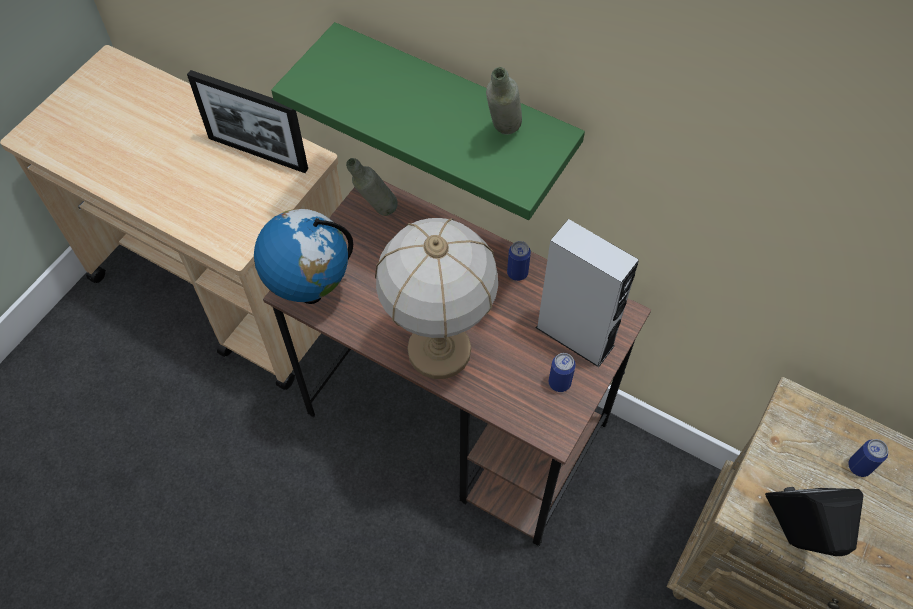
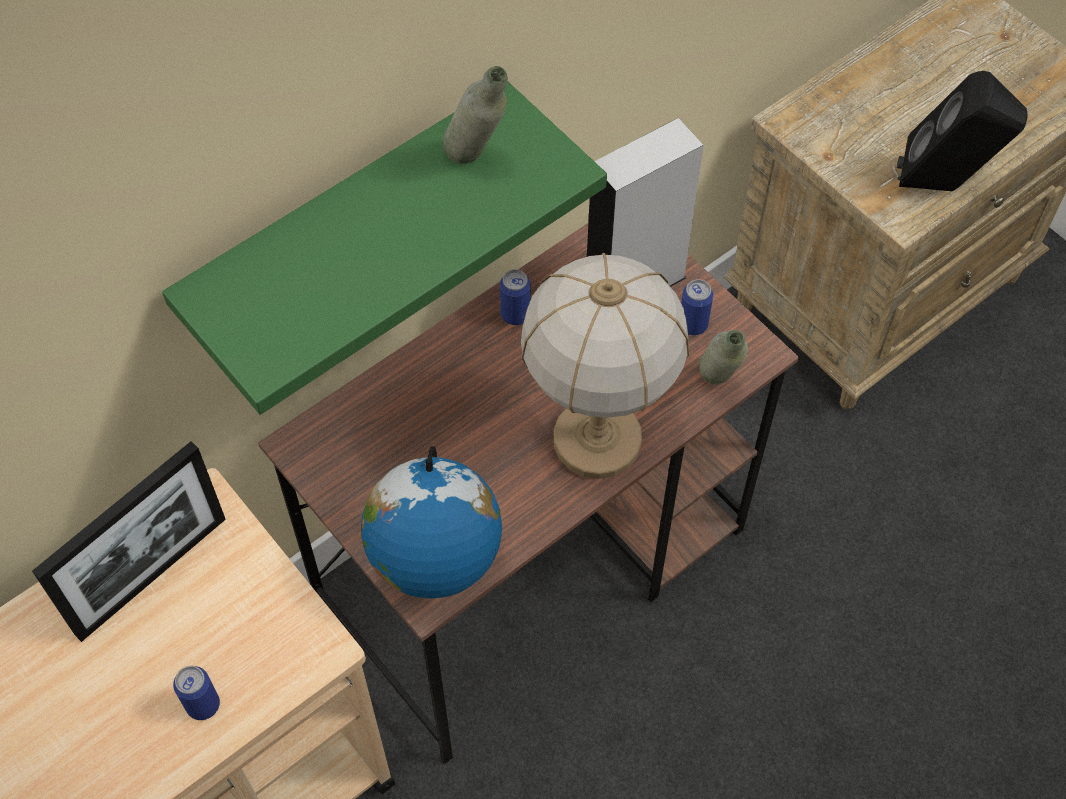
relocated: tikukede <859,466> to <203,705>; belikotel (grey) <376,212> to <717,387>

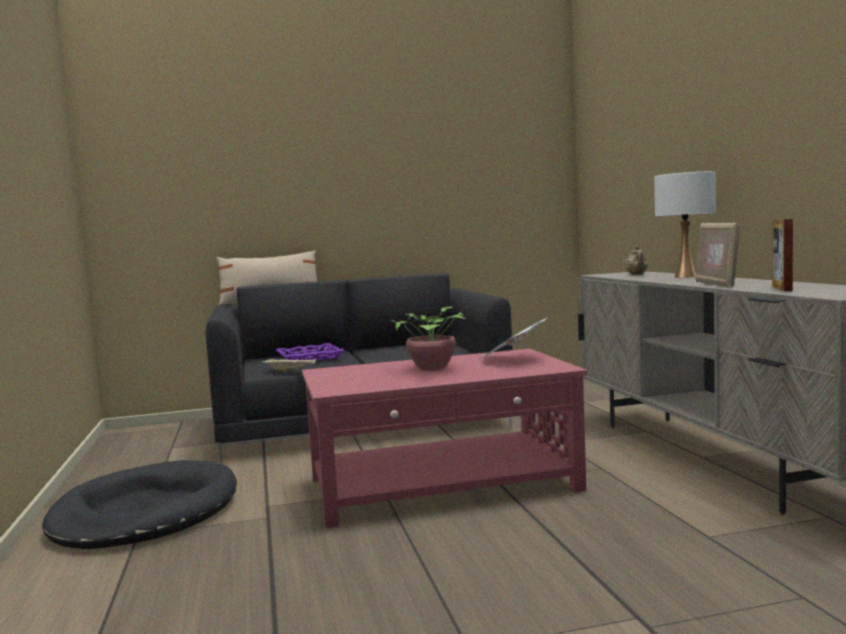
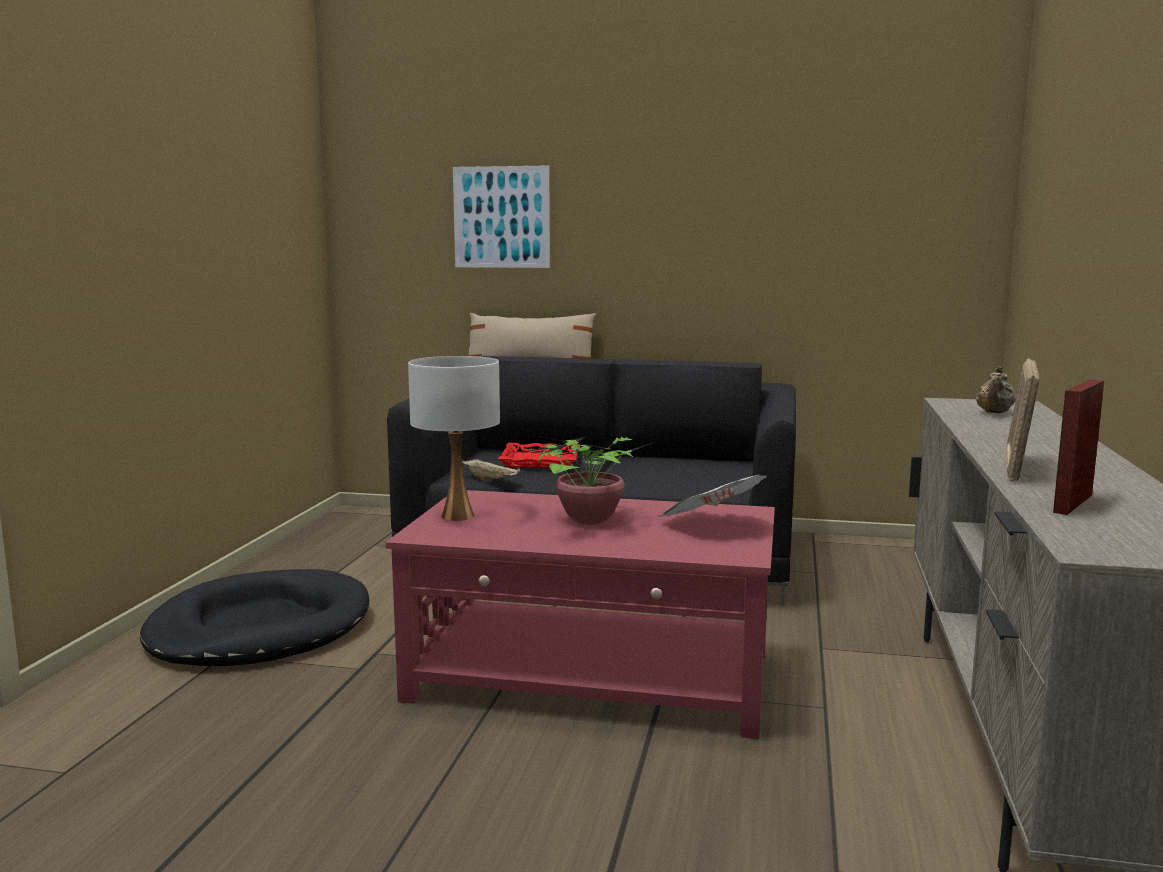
appeared: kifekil <501,217>
relocated: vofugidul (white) <685,276> to <458,516>
colour: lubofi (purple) <310,357> to lubofi (red) <540,461>

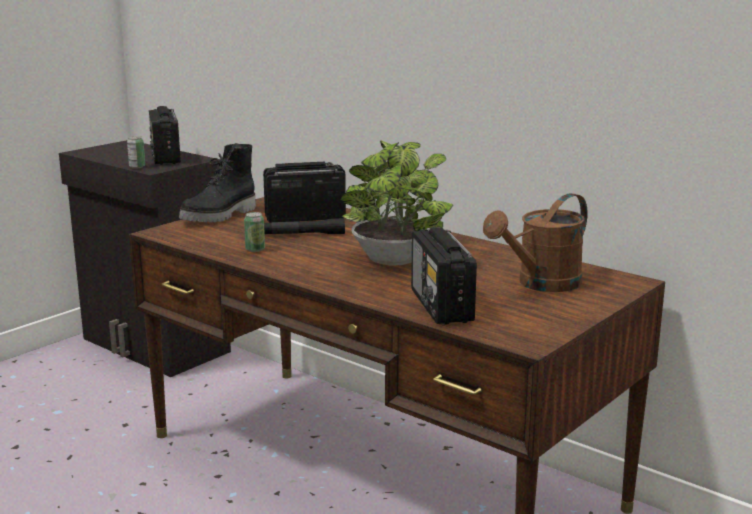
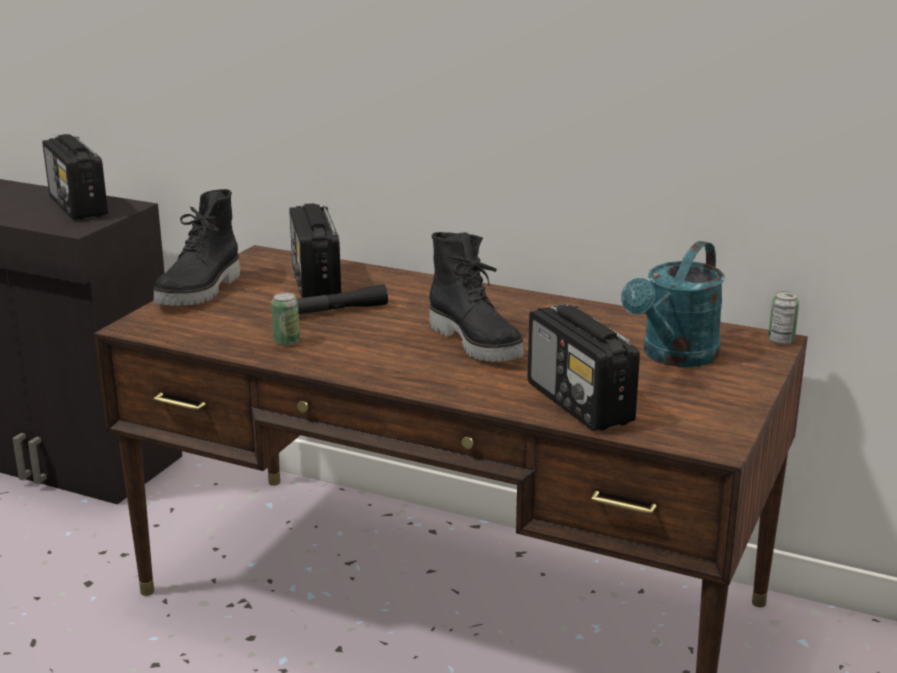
relocated: tikukede <137,167> to <781,341>
exchanged: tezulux <393,262> to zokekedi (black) <477,343>
colour: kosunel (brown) <541,284> to kosunel (turquoise) <674,357>
spun: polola <304,218> = <316,284> 75 degrees counterclockwise

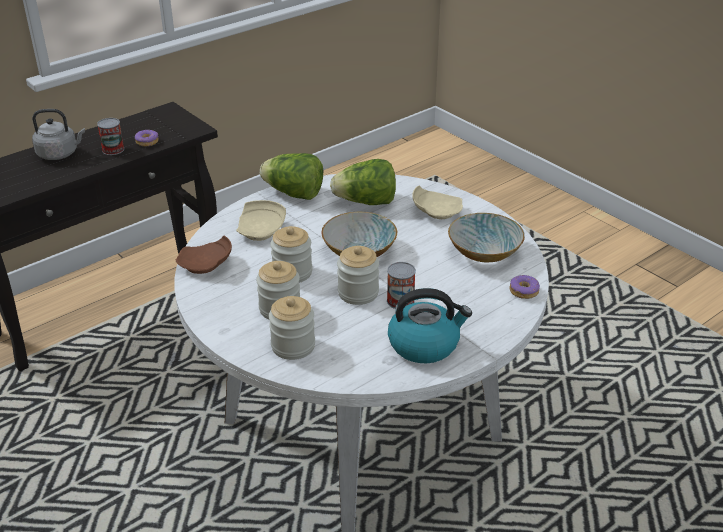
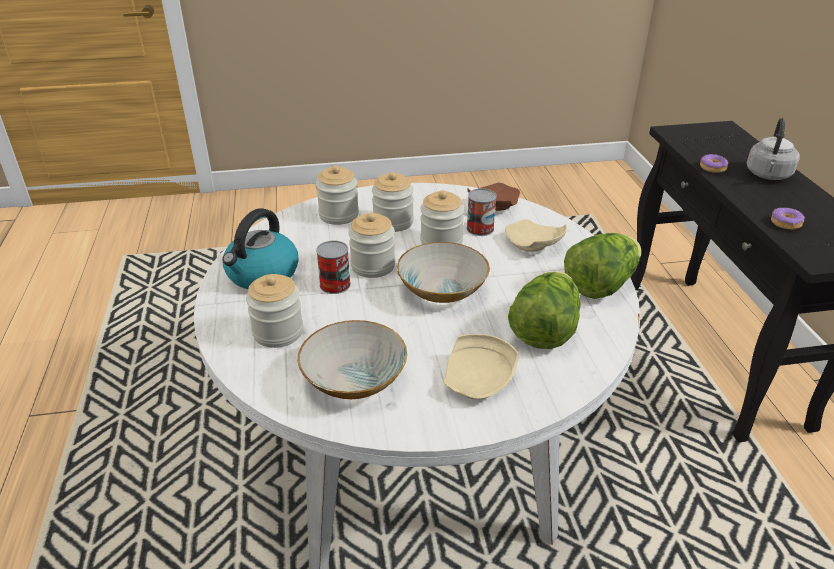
appeared: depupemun <278,332>
relocated: tikukede <113,149> to <480,228>; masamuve <524,291> to <712,168>

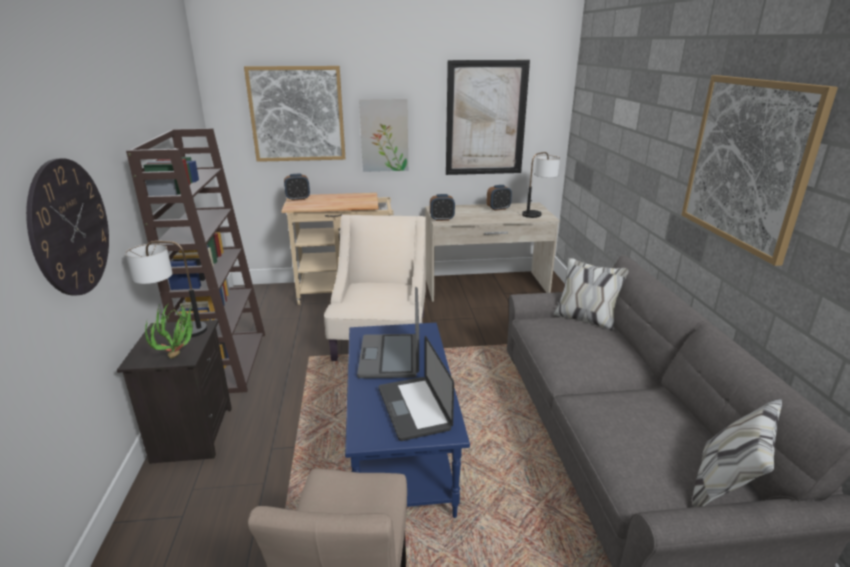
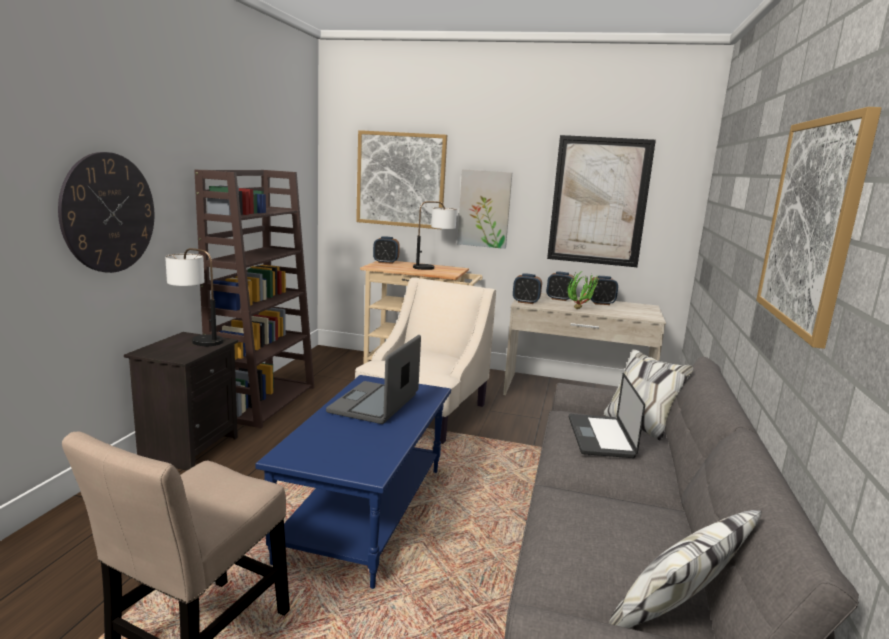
appeared: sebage <559,299>
relocated: vofugidul <538,213> to <433,268>; tezulux <181,355> to <581,309>; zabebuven <413,408> to <600,437>

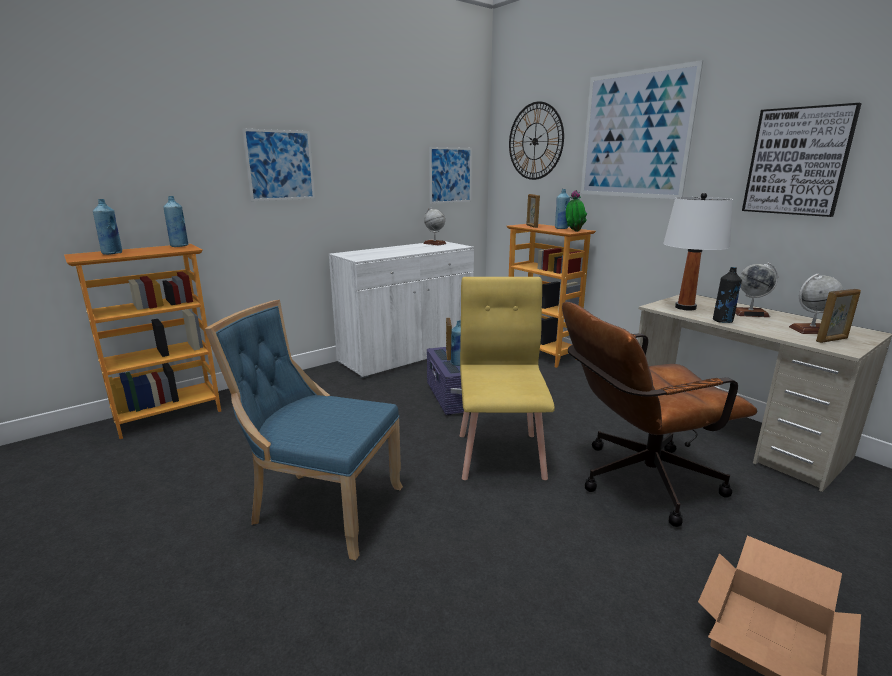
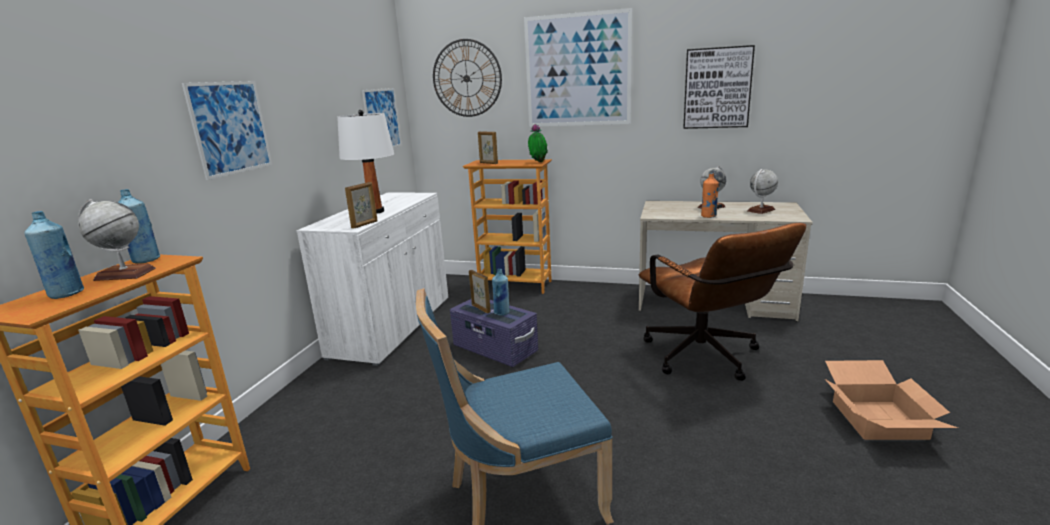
missing: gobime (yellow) <501,455>; belikotel (blue) <561,228>
relocated: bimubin <434,243> to <125,274>; vofugidul (white) <685,307> to <375,211>; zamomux <832,340> to <365,224>
colour: belikotel (black) <723,321> to belikotel (orange) <708,216>
spun: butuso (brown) <636,481> = <707,359> 60 degrees counterclockwise

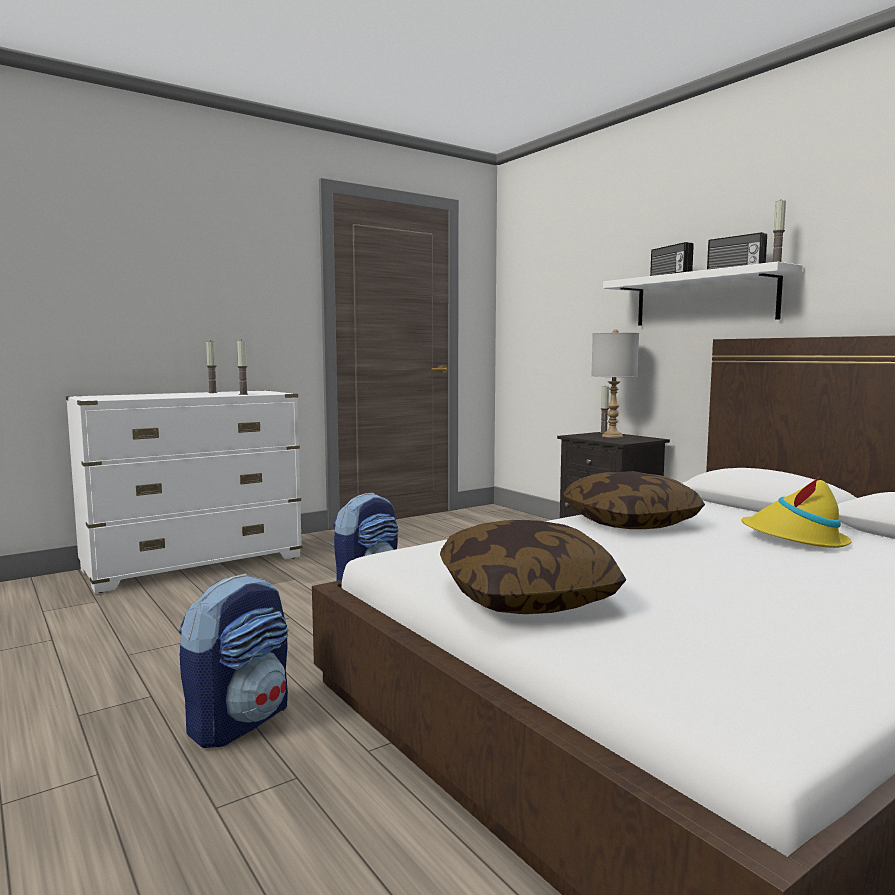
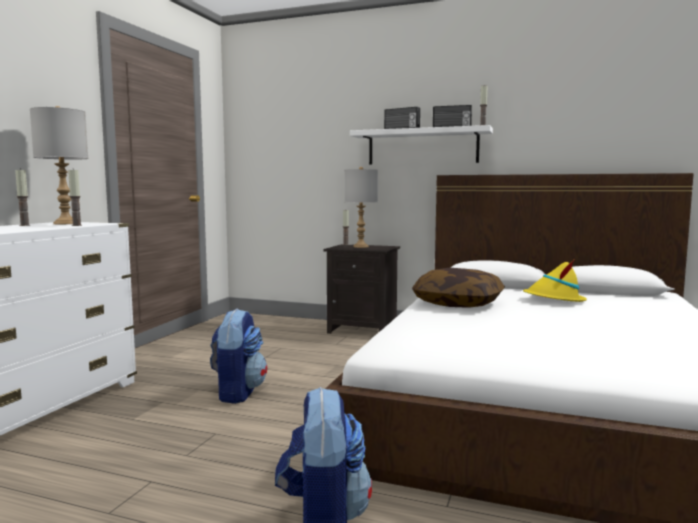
missing: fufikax <526,597>
appeared: vofugidul (grey) <65,223>

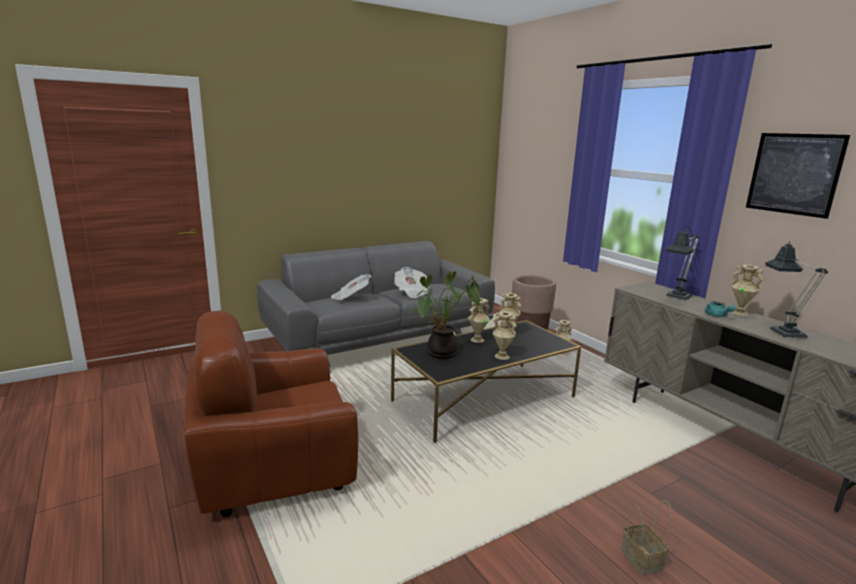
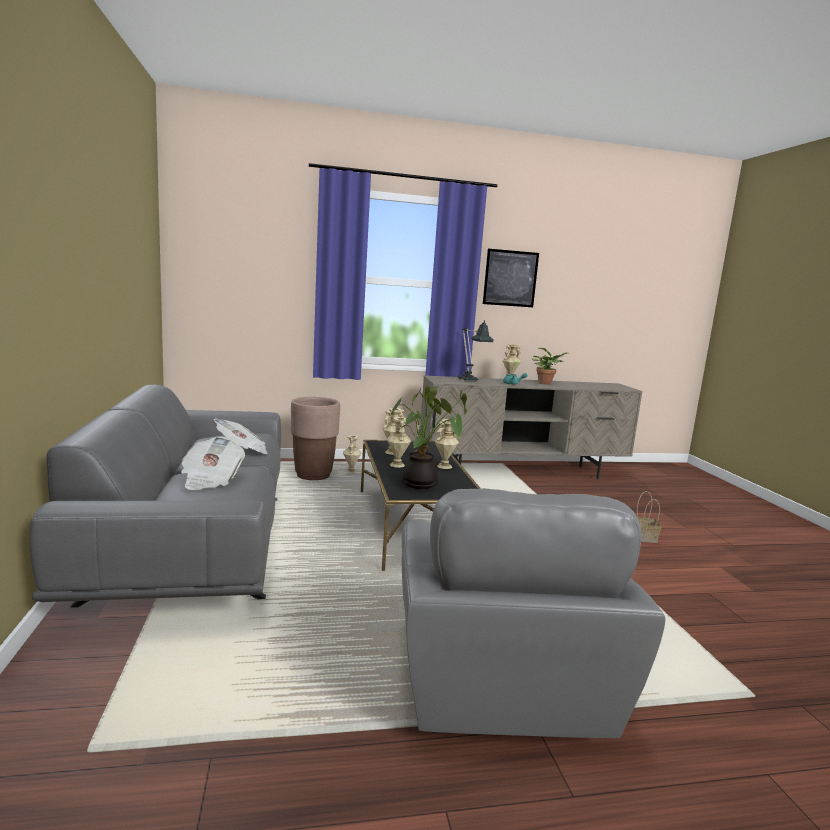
exchanged: vofugidul <783,331> to tezulux <546,383>
colour: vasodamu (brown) <273,468> to vasodamu (grey) <498,682>

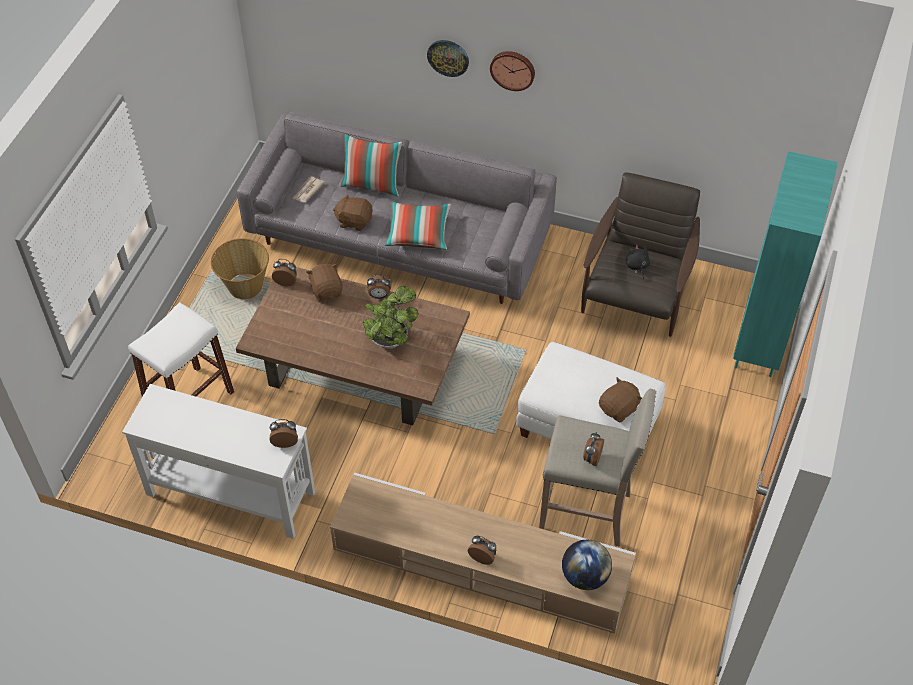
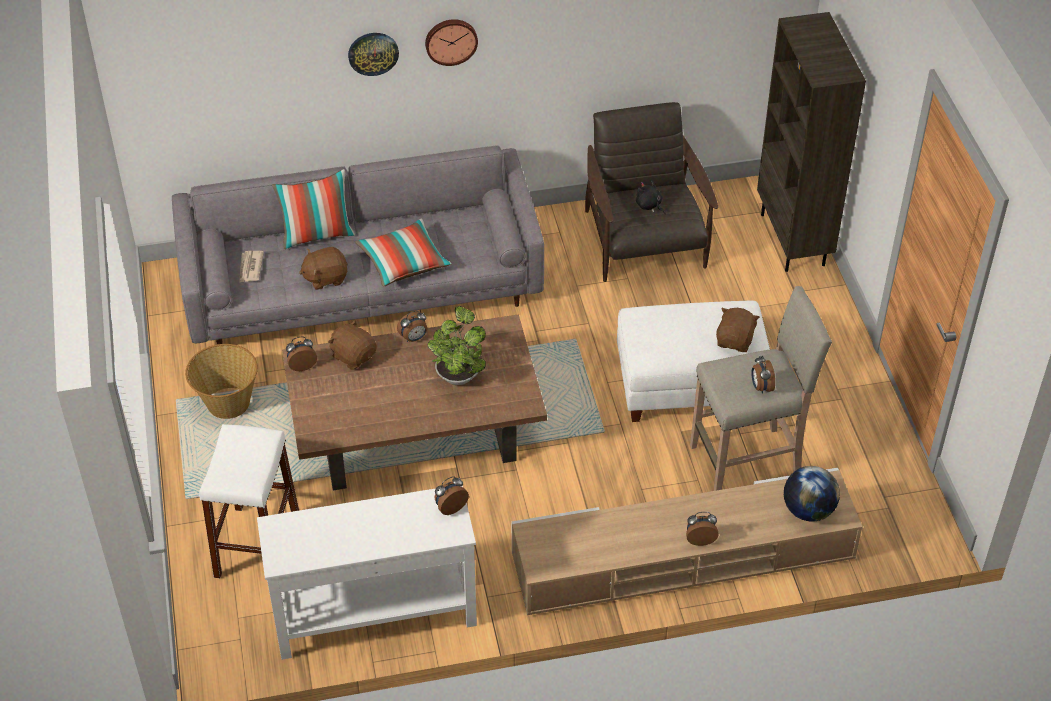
colour: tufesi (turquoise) <761,344> to tufesi (brown) <794,240>

